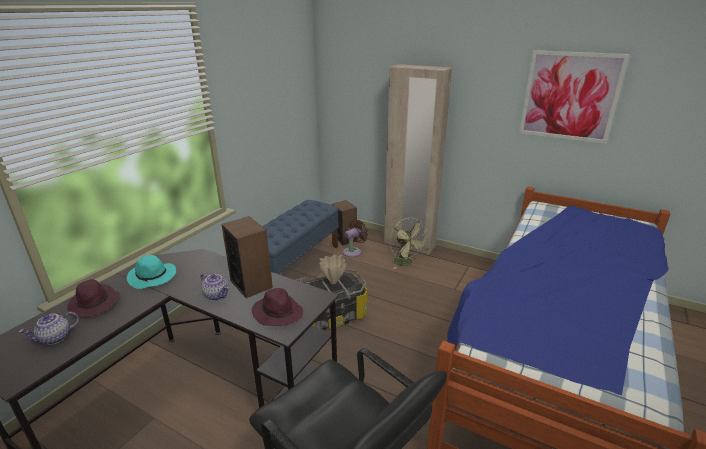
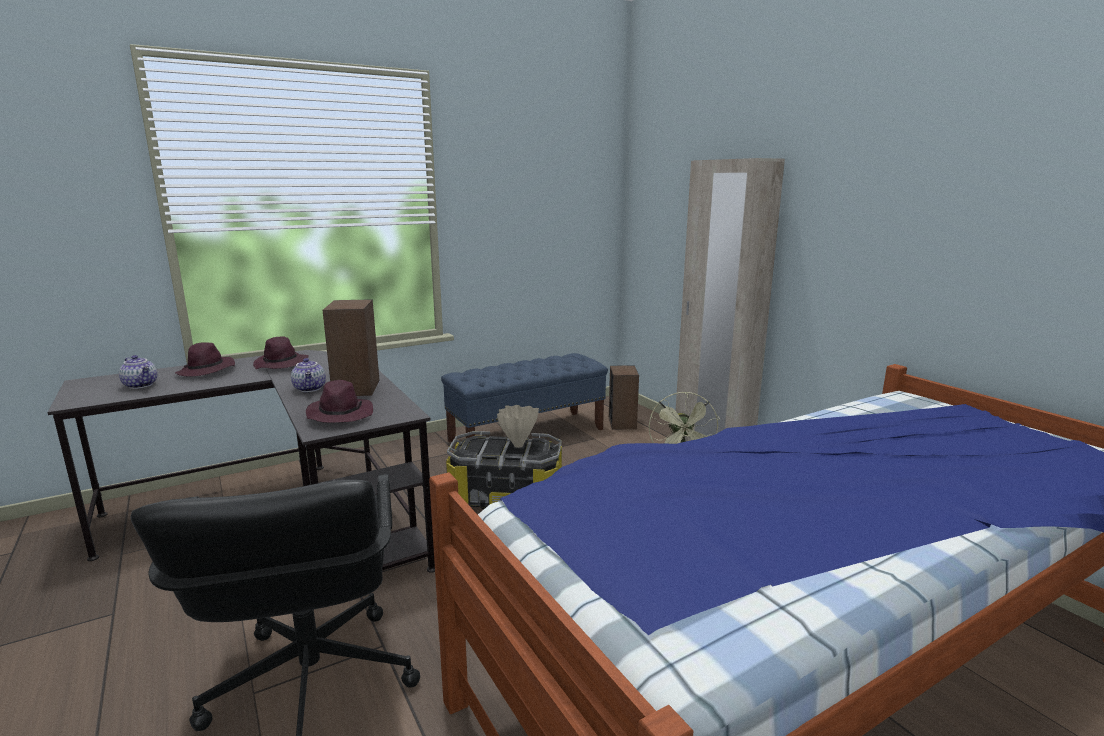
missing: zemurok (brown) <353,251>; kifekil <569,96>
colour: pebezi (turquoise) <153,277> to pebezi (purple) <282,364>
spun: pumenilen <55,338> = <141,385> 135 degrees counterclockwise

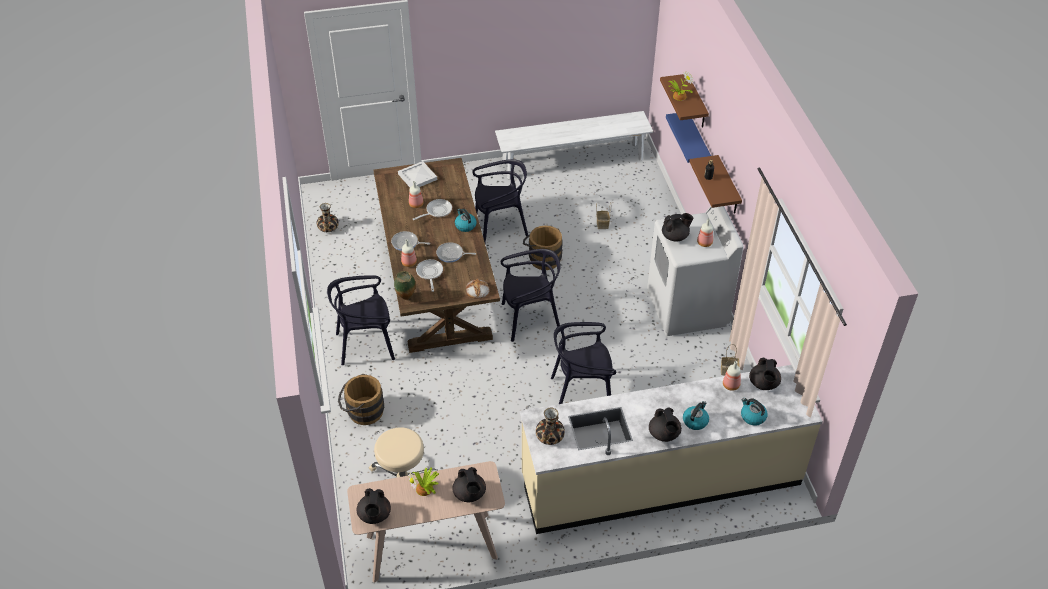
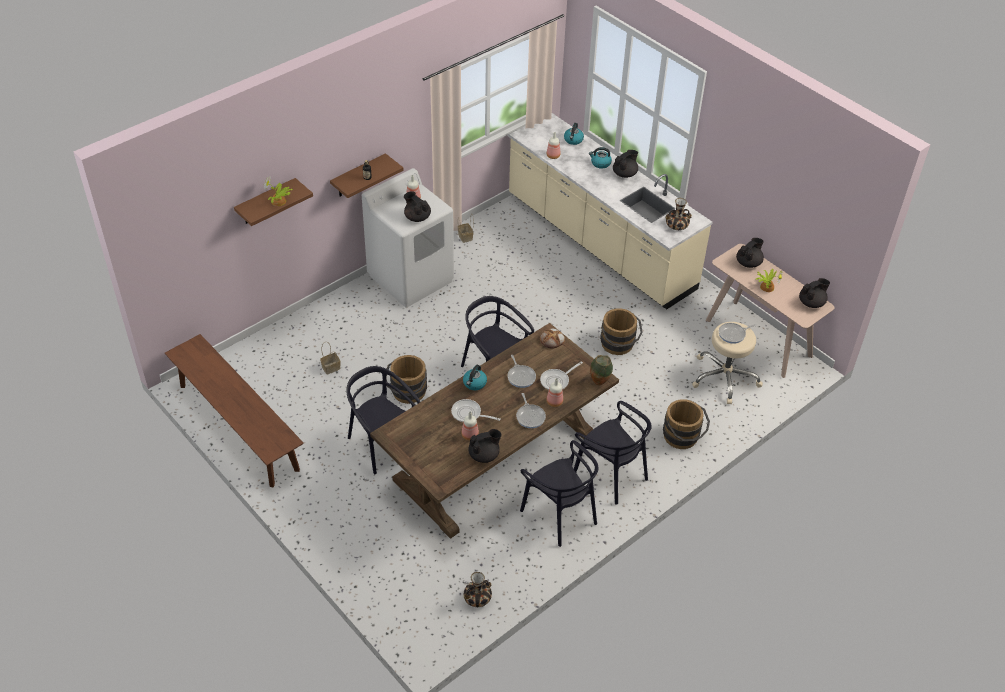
missing: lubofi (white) <417,176>; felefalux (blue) <698,142>
appeared: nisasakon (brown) <618,346>; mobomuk <733,334>
relocated: pumenilen (black) <763,384> to <484,455>; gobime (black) <582,392> to <559,515>
colour: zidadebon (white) <572,161> to zidadebon (brown) <238,427>

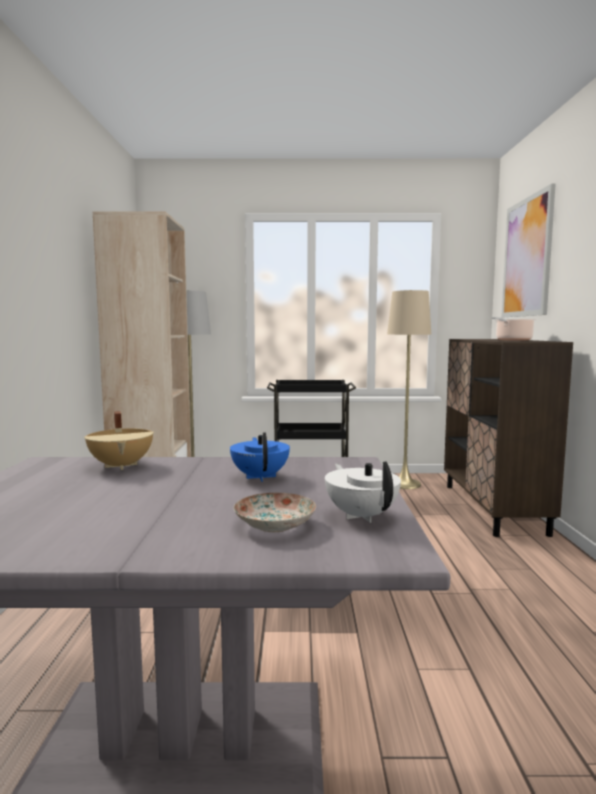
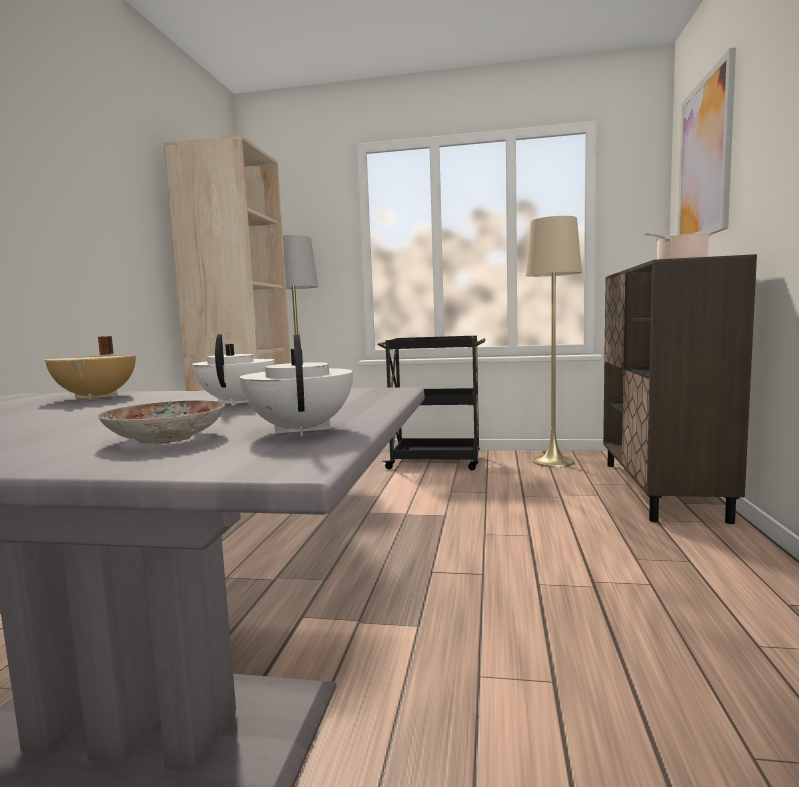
colour: pumenilen (blue) <260,477> to pumenilen (white) <238,402>

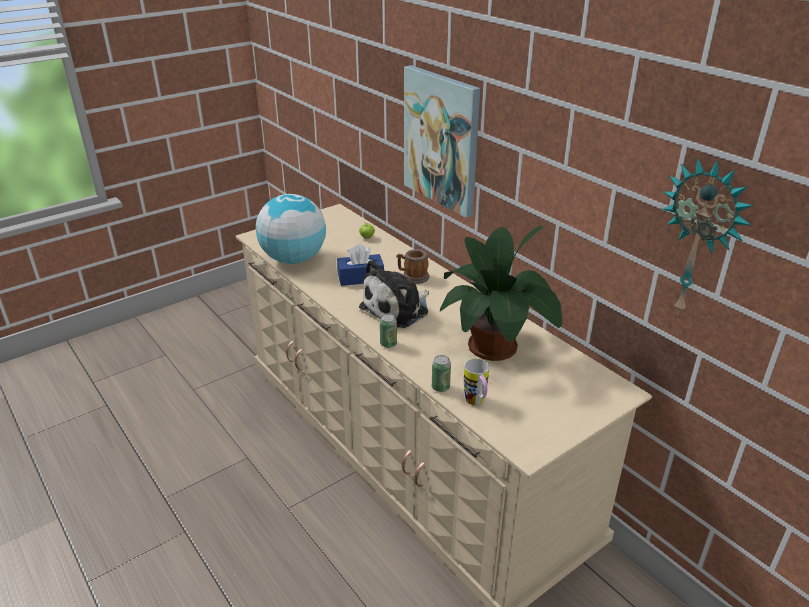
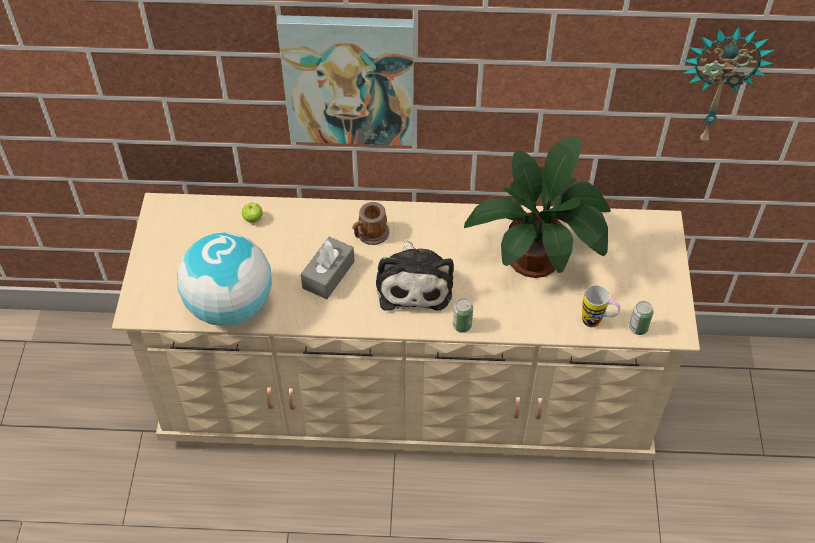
relocated: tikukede <440,387> to <638,328>
colour: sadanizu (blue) <360,278> to sadanizu (grey) <328,275>

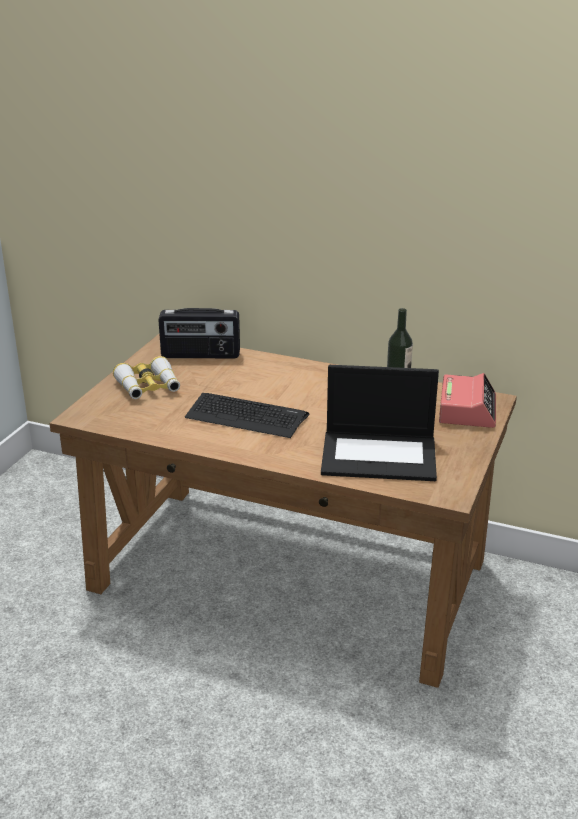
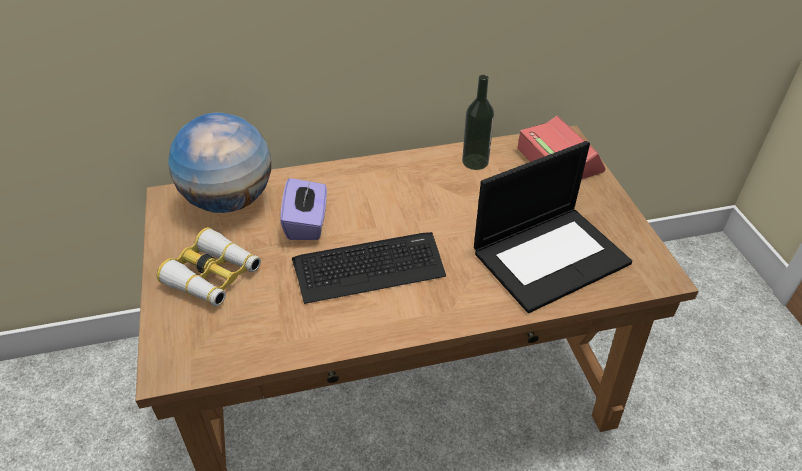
appeared: sadanizu (purple) <307,223>
exchanged: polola <200,355> to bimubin <230,200>

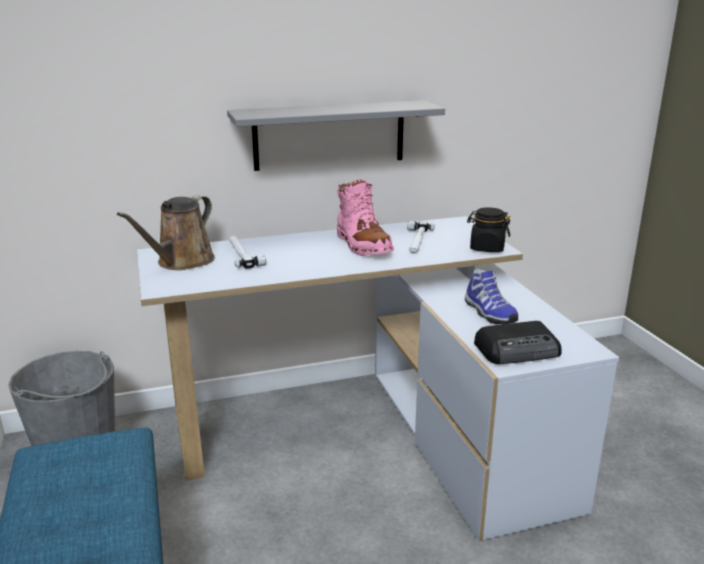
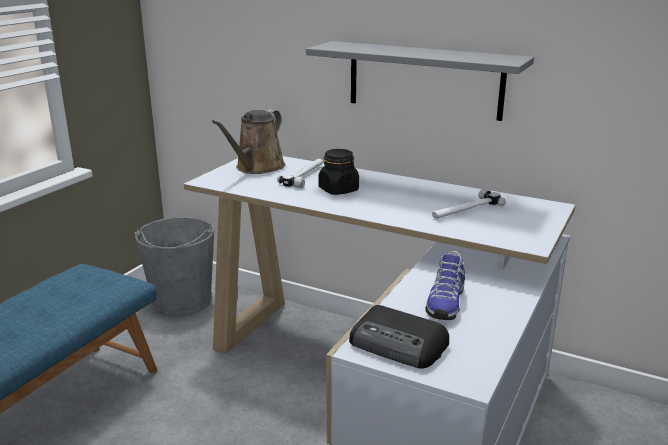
missing: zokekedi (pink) <362,245>
relocated: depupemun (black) <487,248> to <338,190>
spun: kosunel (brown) <181,262> = <257,168> 45 degrees counterclockwise

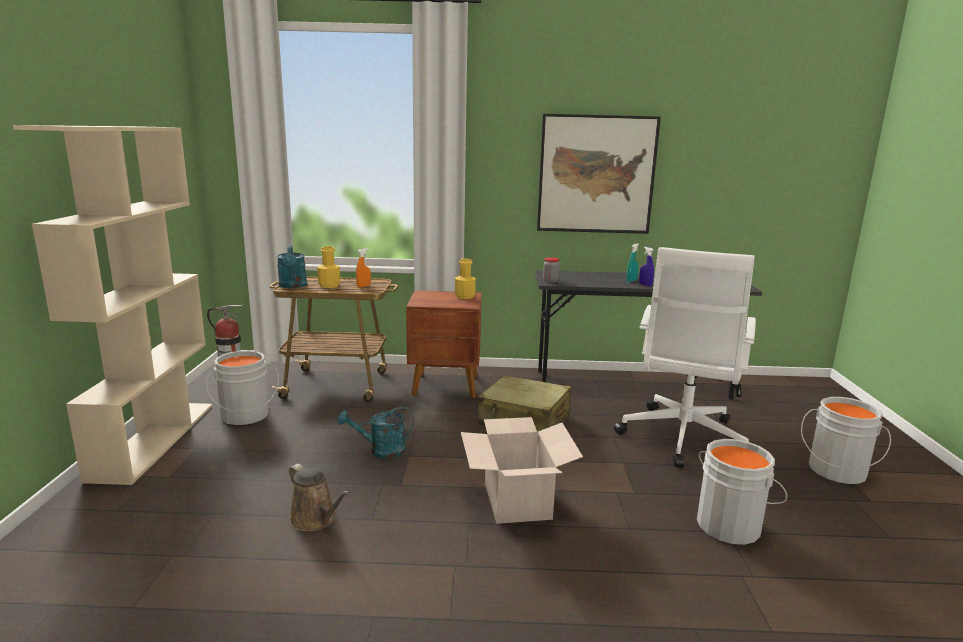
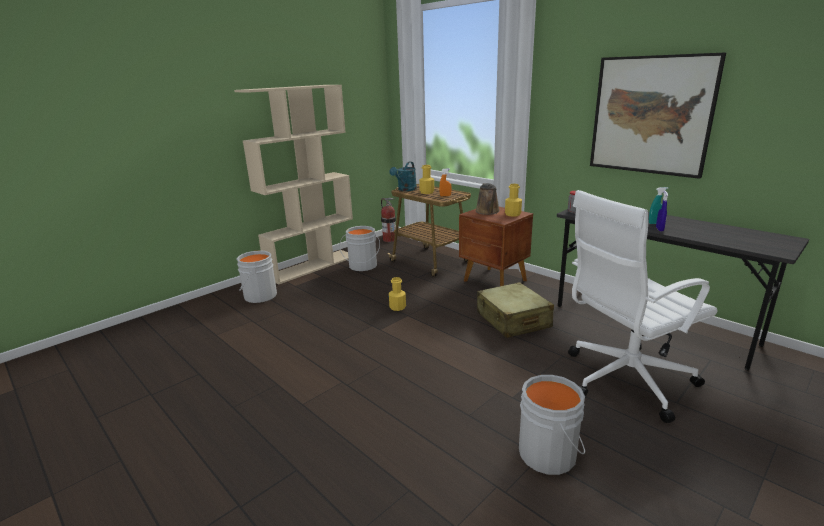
missing: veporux <518,500>
relocated: nisasakon (grey) <836,471> to <258,296>; kosunel (brown) <316,519> to <488,212>
exchanged: kosunel (turquoise) <381,450> to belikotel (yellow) <397,307>

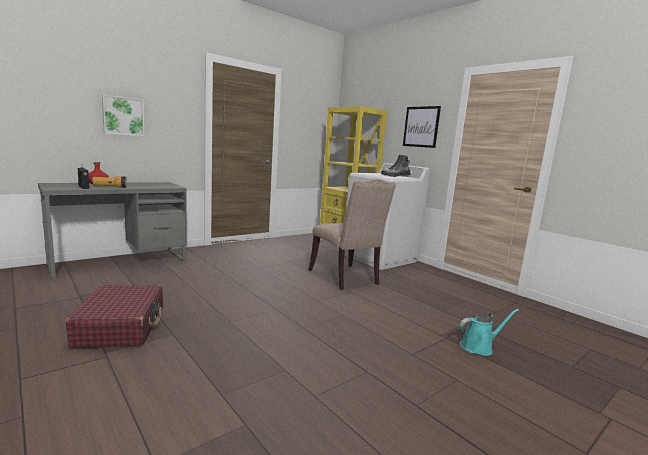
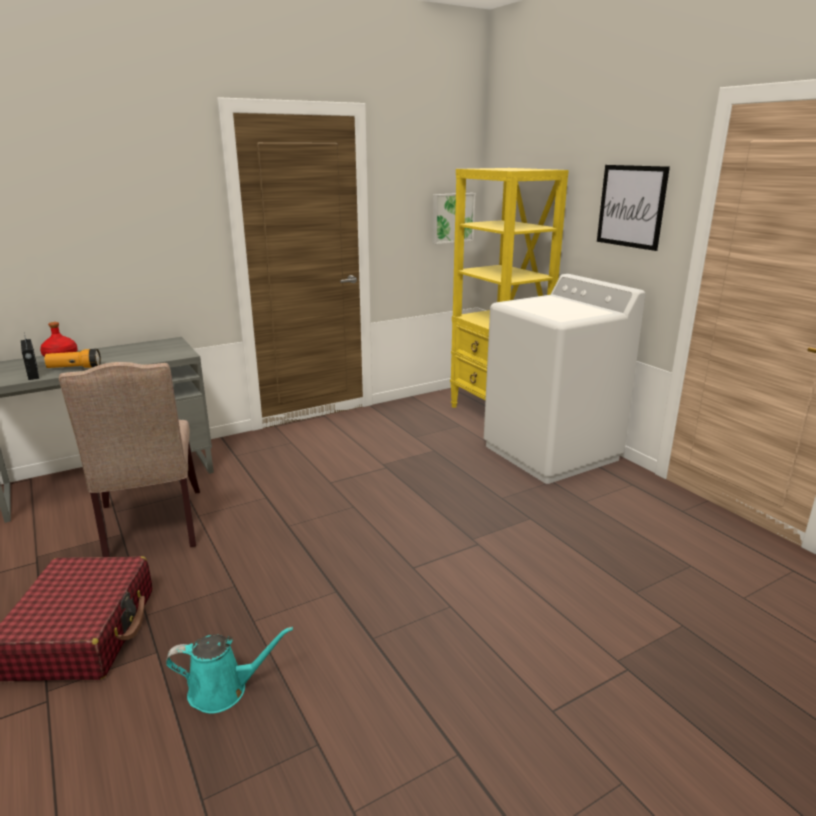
missing: zokekedi <395,176>
relocated: gobime (beige) <346,278> to <152,528>; kosunel (turquoise) <479,347> to <224,690>; kifekil <123,116> to <452,218>

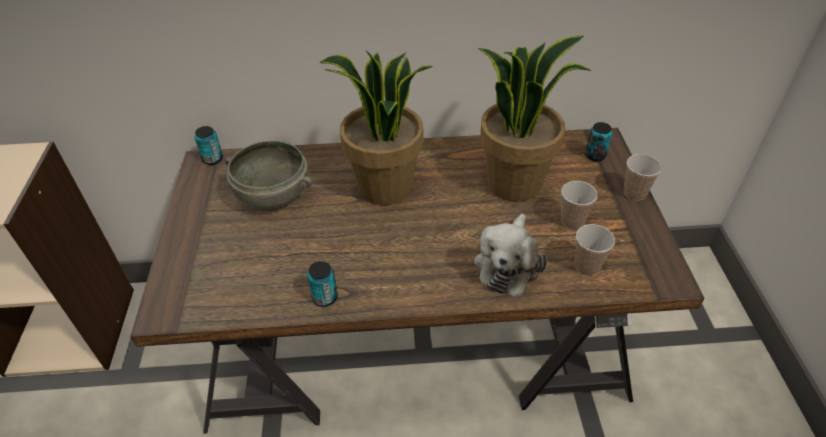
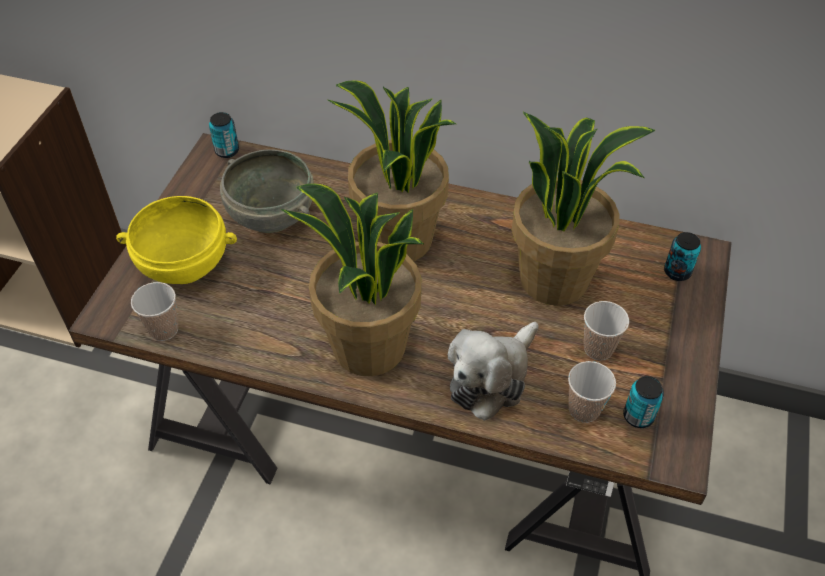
appeared: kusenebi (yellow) <185,263>; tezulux <368,348>
relocated: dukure <634,193> to <164,329>; tikukede <325,298> to <638,416>

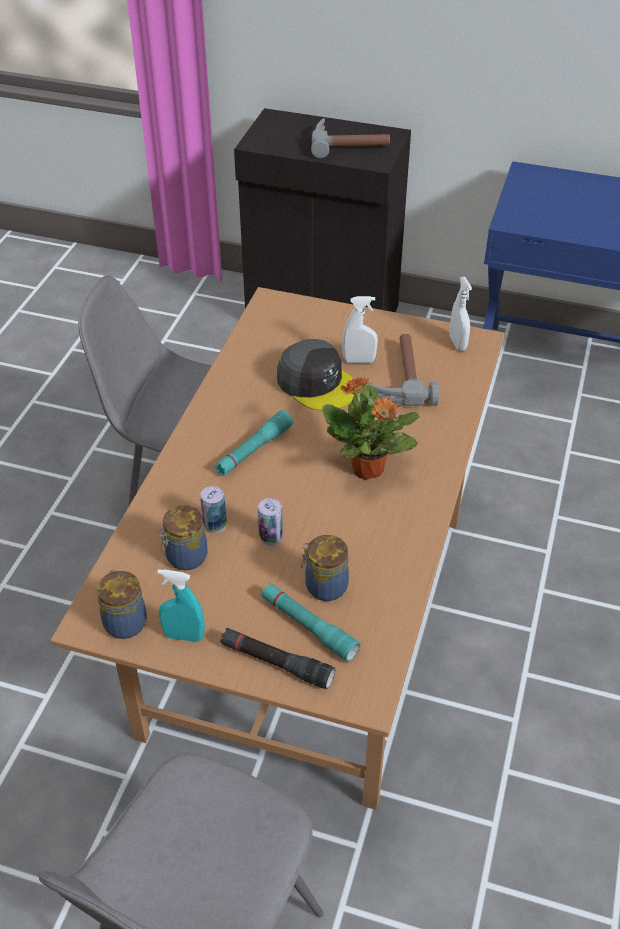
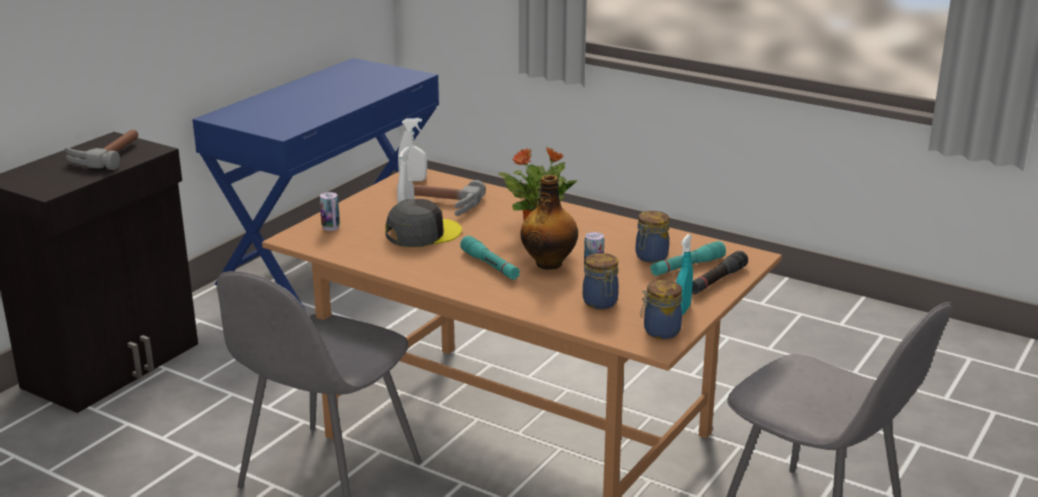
appeared: belikotel <549,263>
relocated: tikukede <215,525> to <330,227>

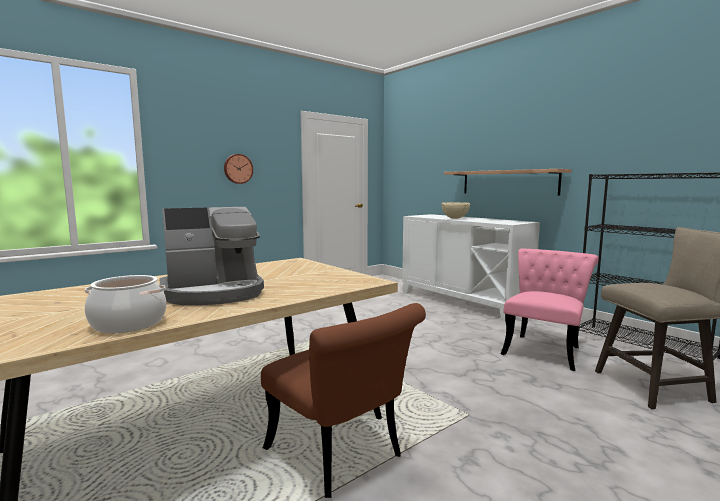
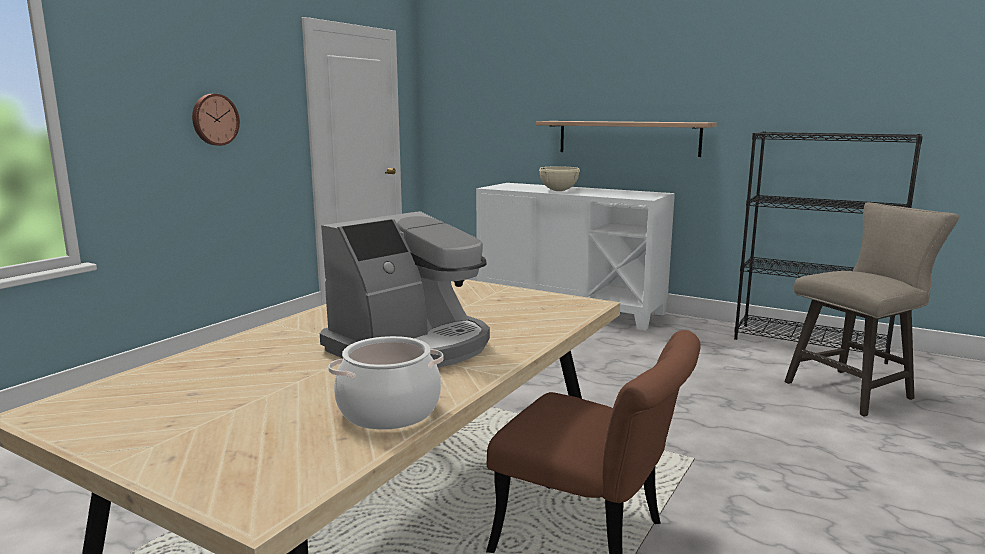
missing: gobime (pink) <544,349>

